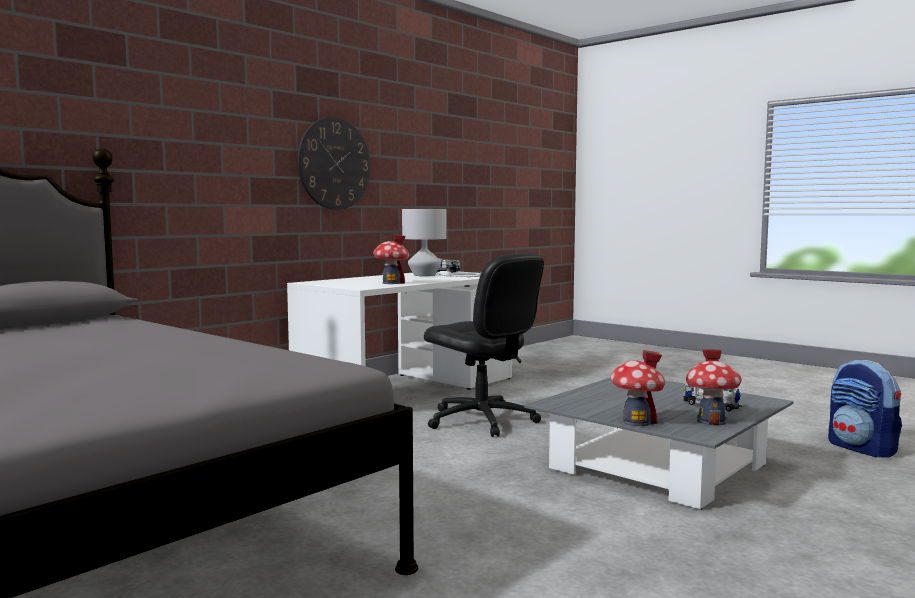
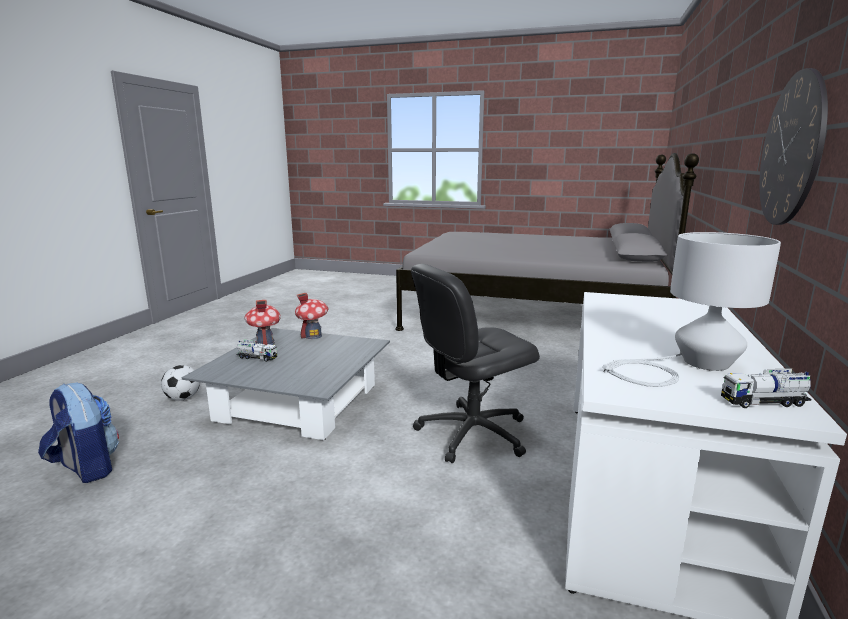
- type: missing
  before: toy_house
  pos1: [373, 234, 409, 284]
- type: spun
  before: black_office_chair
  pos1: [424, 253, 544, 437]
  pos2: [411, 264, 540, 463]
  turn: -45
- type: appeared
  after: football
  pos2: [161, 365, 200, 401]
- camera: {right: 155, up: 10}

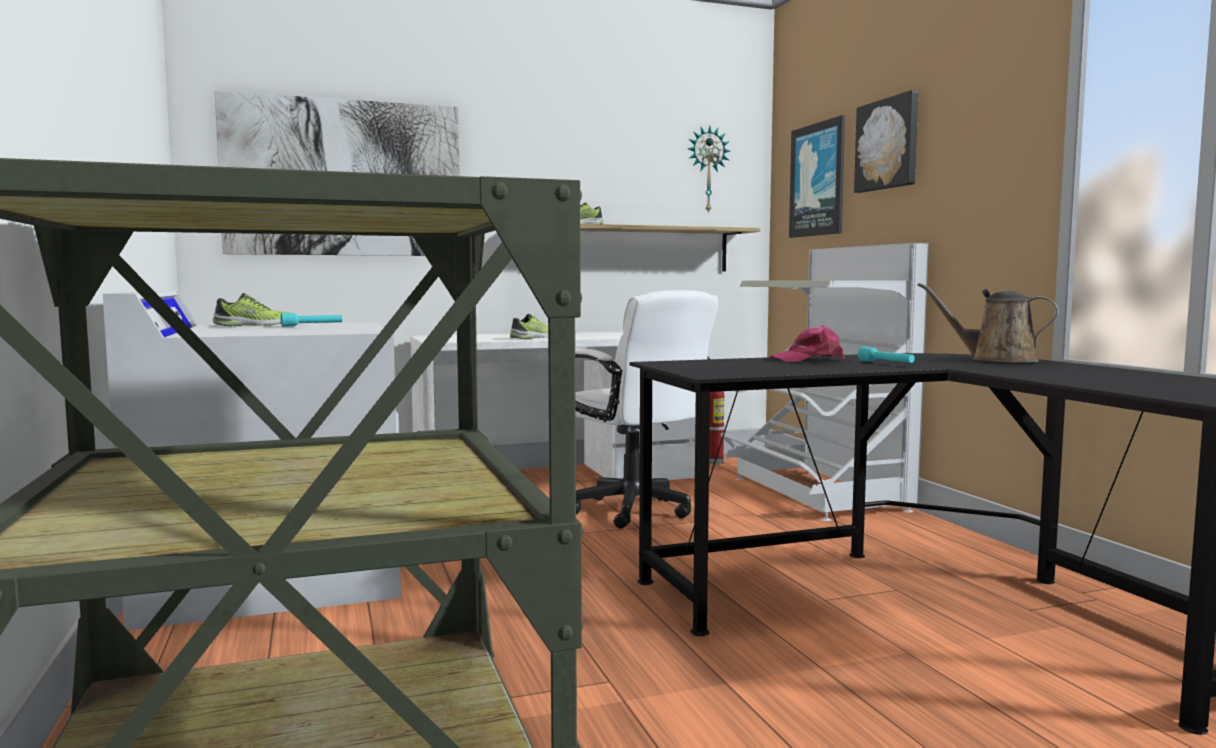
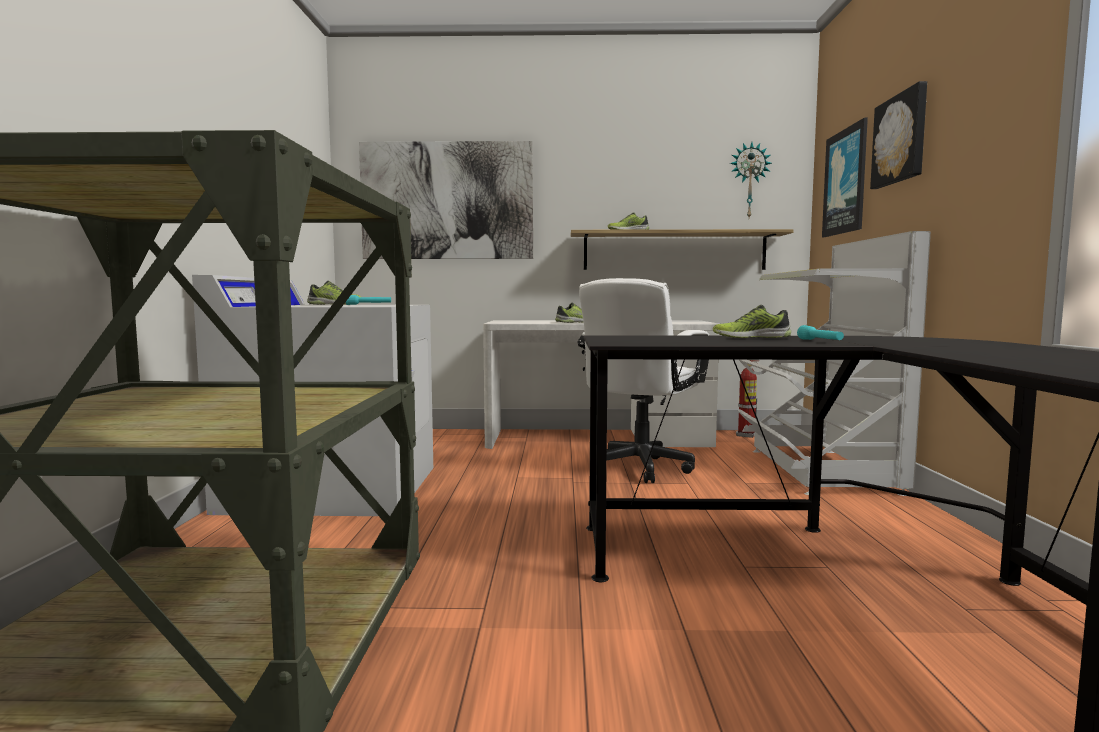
- type: missing
  before: brown_watering_can
  pos1: [918, 283, 1059, 362]
- type: spun
  before: white_office_chair
  pos1: [575, 290, 718, 528]
  pos2: [578, 278, 710, 483]
  turn: 45
- type: exchanged
  before: pink_cap
  after: shoe
  pos1: [770, 325, 844, 362]
  pos2: [713, 305, 791, 338]
- camera: {right: 20, up: 0}

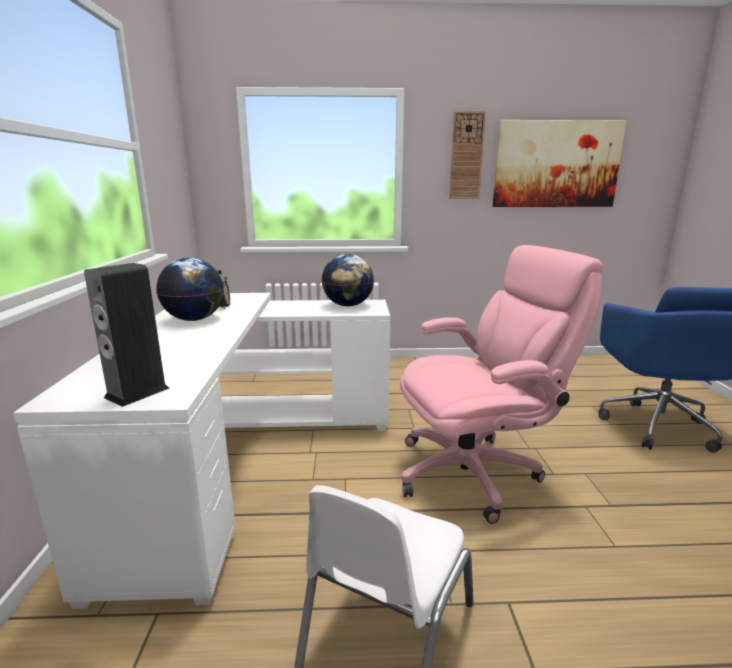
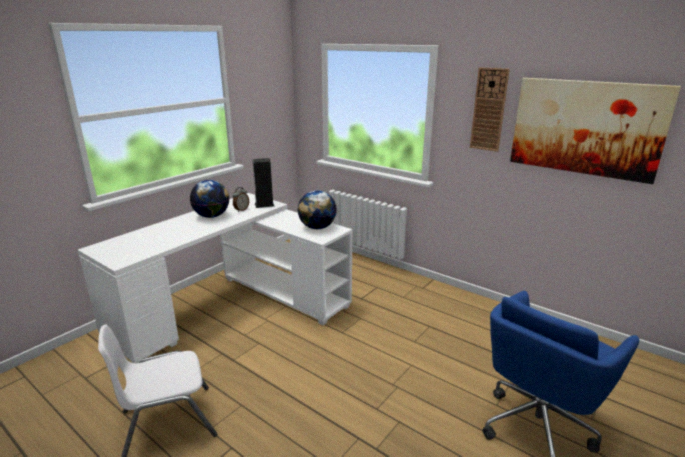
- type: missing
  before: pink_office_chair
  pos1: [400, 245, 603, 524]
- type: relocated
  before: speaker
  pos1: [84, 263, 169, 407]
  pos2: [252, 158, 274, 208]
- camera: {right: 40, up: 5}

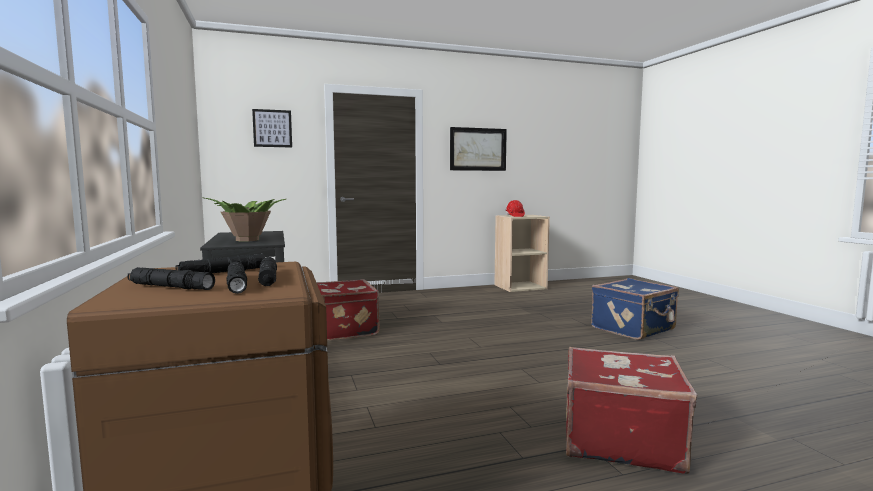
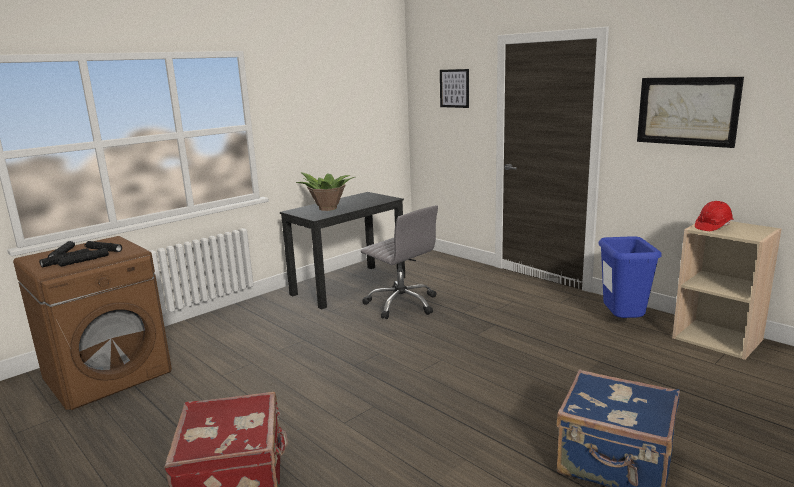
- type: exchanged
  before: red_suitcase
  after: grey_office_chair
  pos1: [316, 279, 380, 341]
  pos2: [361, 205, 438, 319]
- type: appeared
  after: blue_trash_can
  pos2: [598, 236, 662, 324]
- camera: {right: 65, up: 10}

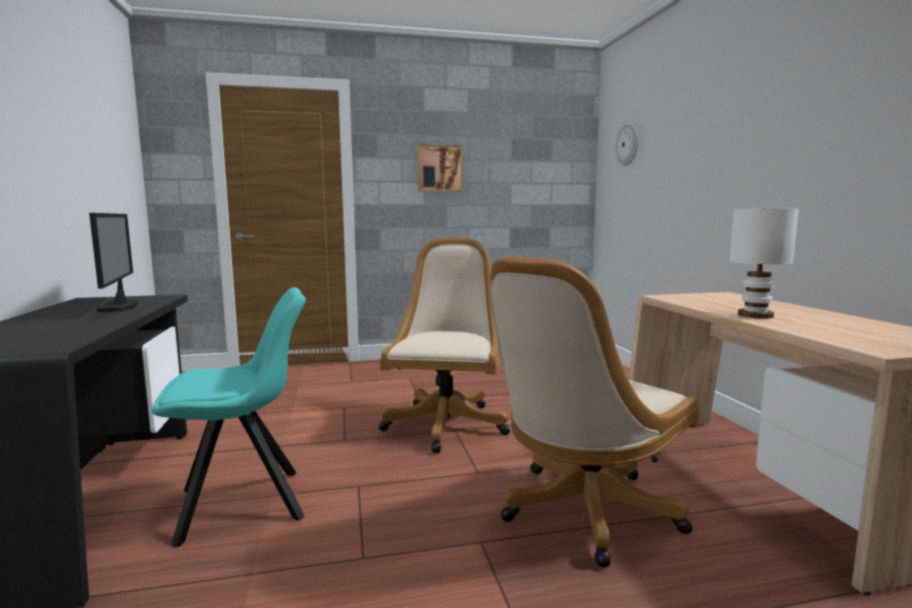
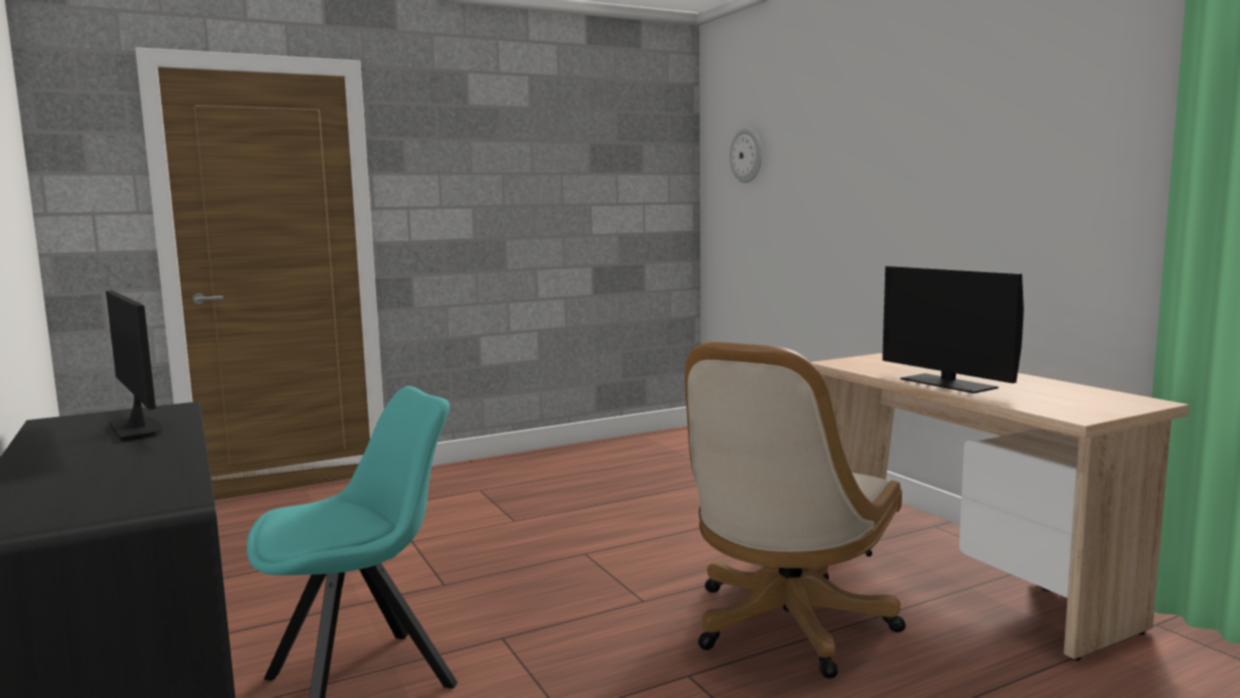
- type: missing
  before: picture
  pos1: [417, 144, 463, 192]
- type: exchanged
  before: white_table_lamp
  after: monitor
  pos1: [729, 208, 799, 319]
  pos2: [882, 266, 1024, 394]
- type: missing
  before: office_chair
  pos1: [379, 238, 510, 453]
- camera: {right: -15, up: 0}

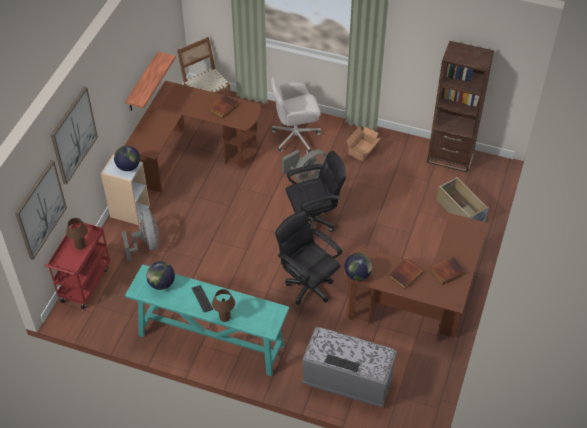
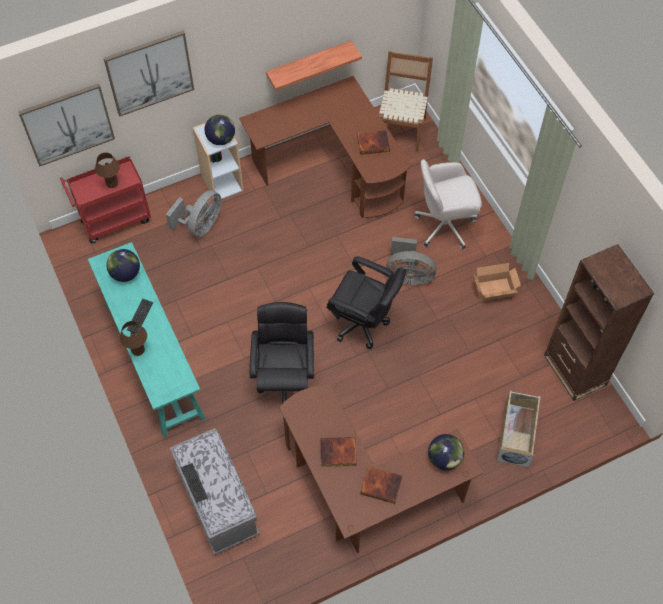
- type: spun
  before: white_office_chair
  pos1: [271, 77, 321, 153]
  pos2: [414, 159, 482, 249]
  turn: -45
- type: relocated
  before: globe
  pos1: [344, 253, 372, 281]
  pos2: [428, 434, 464, 470]
- camera: {right: 45, up: 10}

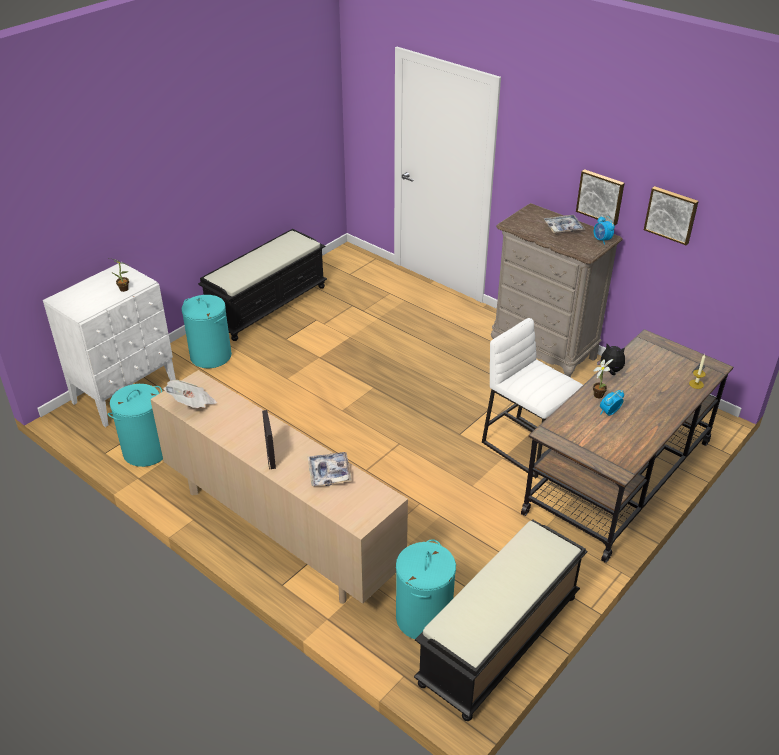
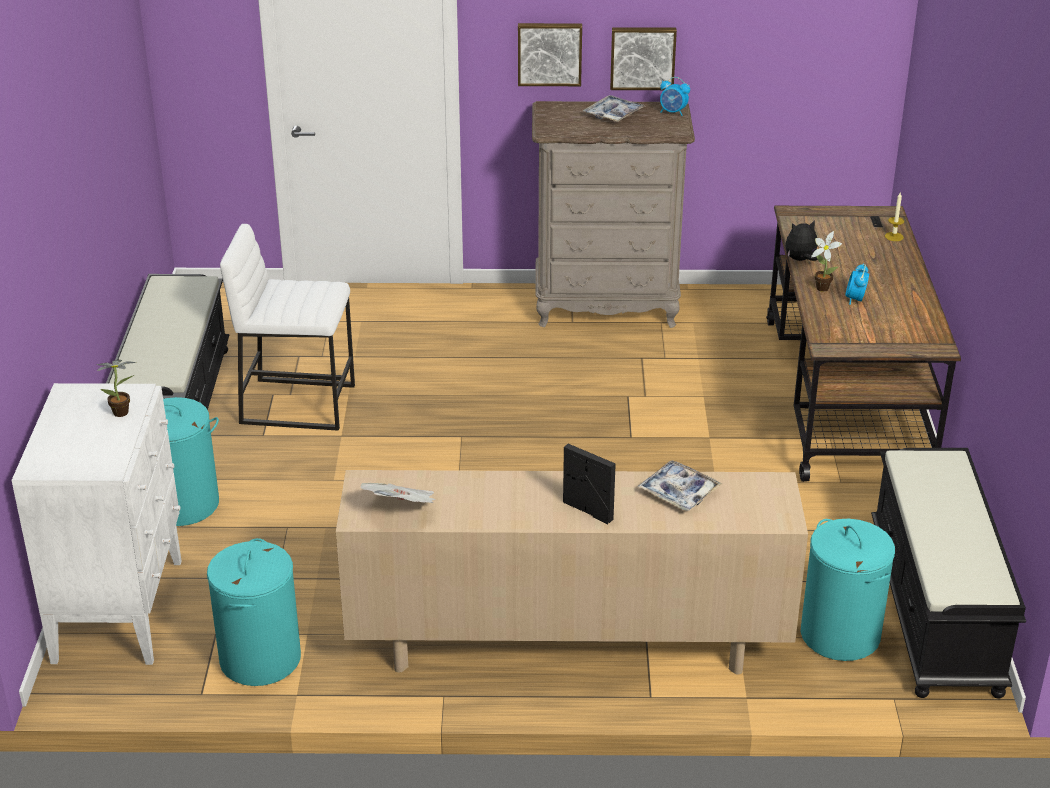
- type: relocated
  before: picture
  pos1: [644, 186, 699, 245]
  pos2: [518, 23, 582, 86]
- type: relocated
  before: white_stool
  pos1: [482, 318, 583, 478]
  pos2: [220, 224, 355, 431]
- camera: {right: -40, up: -5}

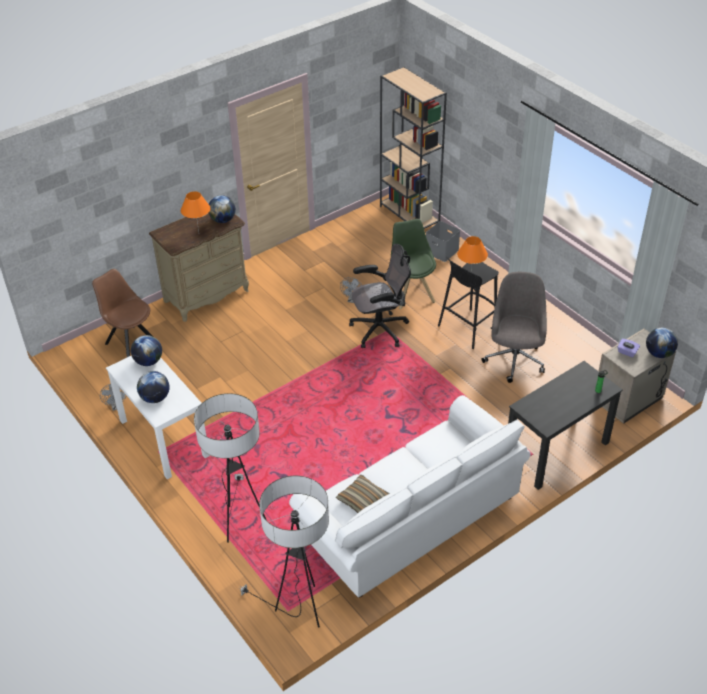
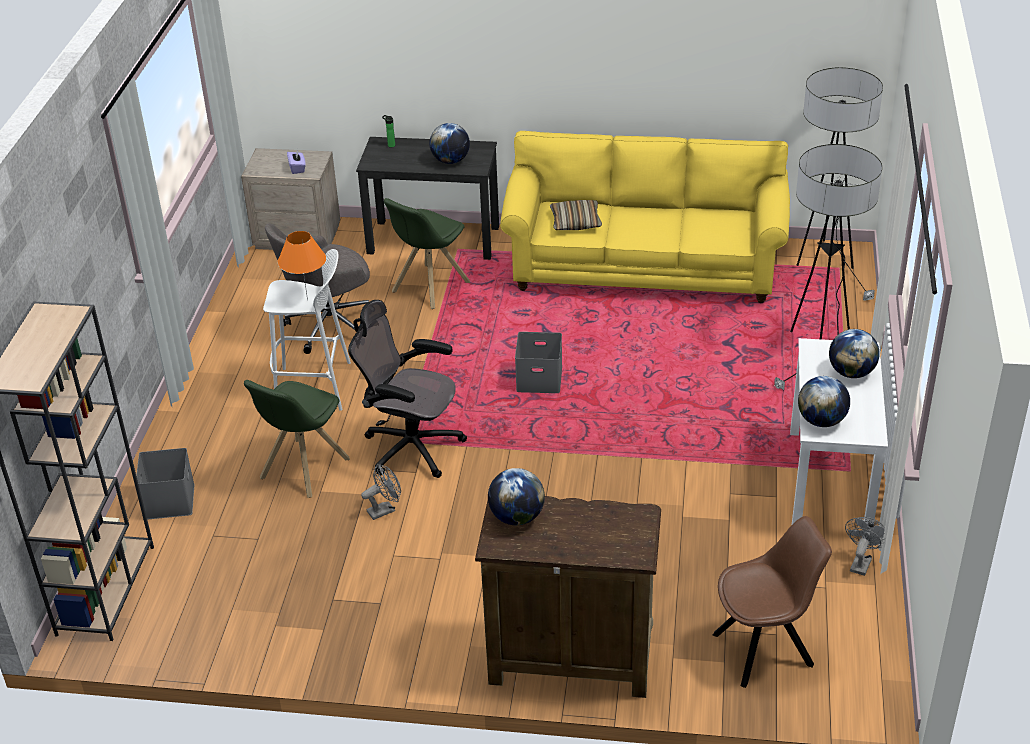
- type: missing
  before: orange_table_lamp
  pos1: [181, 191, 210, 231]
- type: colour
  before: black_stool
  after: white_stool
  pos1: [438, 257, 499, 349]
  pos2: [263, 249, 351, 411]
- type: spun
  before: brown_chair
  pos1: [92, 269, 152, 357]
  pos2: [713, 516, 832, 688]
  turn: -105
- type: relocated
  before: globe
  pos1: [646, 328, 678, 358]
  pos2: [429, 123, 470, 164]
- type: colour
  before: white_sofa
  after: yellow_sofa
  pos1: [289, 395, 531, 598]
  pos2: [500, 131, 790, 303]
- type: relocated
  before: pillow
  pos1: [336, 475, 390, 513]
  pos2: [550, 200, 602, 230]
- type: appeared
  after: green_chair
  pos2: [384, 198, 470, 309]
- type: appeared
  after: grey_storage_box
  pos2: [515, 332, 562, 393]
- camera: {right: -135, up: -5}

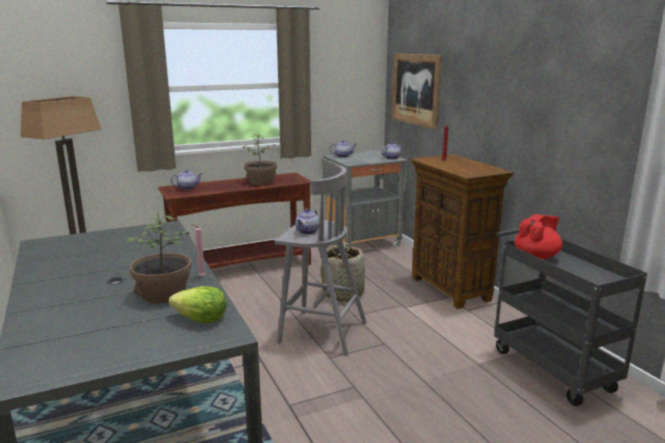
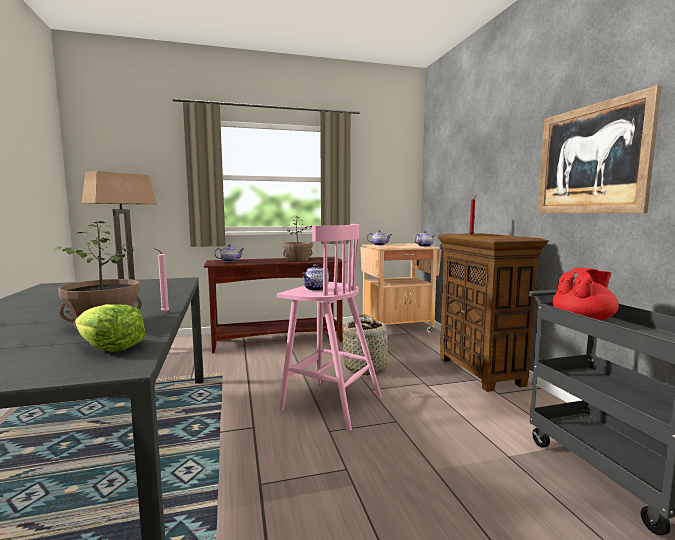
- type: relocated
  before: picture
  pos1: [392, 53, 442, 129]
  pos2: [538, 85, 662, 213]
- type: colour
  before: grey_cart
  after: brown_cart
  pos1: [322, 150, 409, 247]
  pos2: [360, 243, 441, 333]
- type: colour
  before: grey_stool
  after: pink_stool
  pos1: [275, 165, 367, 356]
  pos2: [277, 224, 382, 431]
- camera: {right: 10, up: -10}

